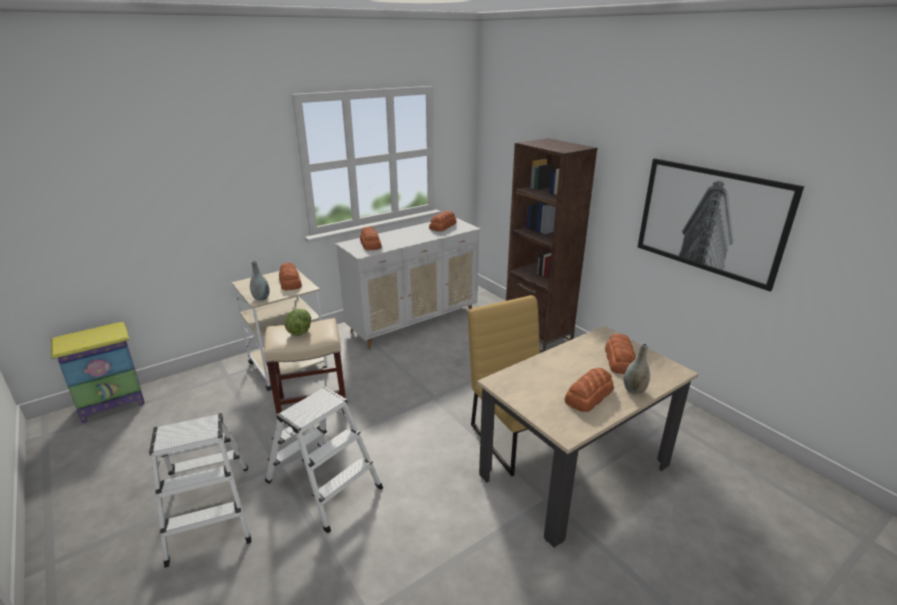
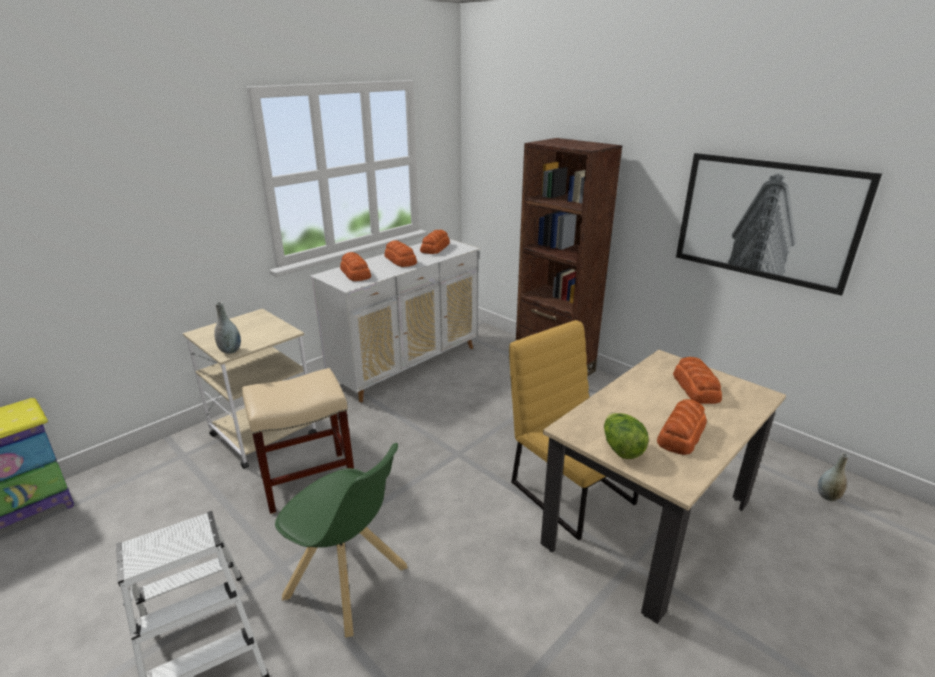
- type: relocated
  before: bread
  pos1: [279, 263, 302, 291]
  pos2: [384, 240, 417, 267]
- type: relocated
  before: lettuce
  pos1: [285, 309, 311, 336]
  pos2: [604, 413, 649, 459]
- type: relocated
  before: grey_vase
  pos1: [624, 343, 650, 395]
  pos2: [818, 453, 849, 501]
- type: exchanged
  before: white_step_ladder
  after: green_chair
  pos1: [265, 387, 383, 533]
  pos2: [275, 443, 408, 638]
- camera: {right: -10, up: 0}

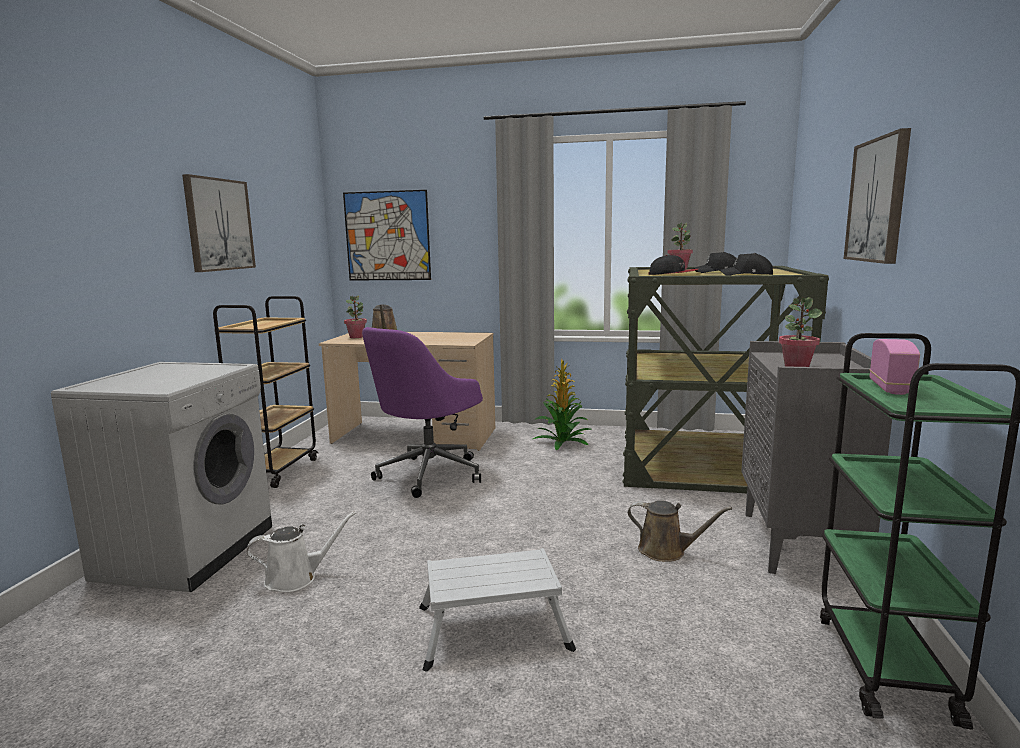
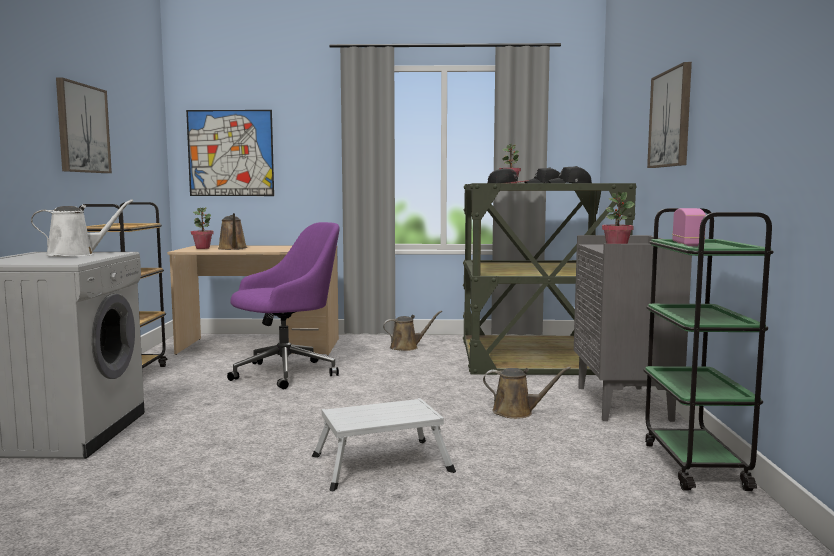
- type: spun
  before: purple_office_chair
  pos1: [362, 327, 483, 498]
  pos2: [227, 222, 339, 389]
  turn: -150
- type: exchanged
  before: potted_plant
  after: brown_watering_can
  pos1: [533, 359, 592, 450]
  pos2: [383, 311, 442, 351]
- type: relocated
  before: white_watering_can
  pos1: [247, 511, 356, 592]
  pos2: [31, 199, 133, 257]
- camera: {right: -10, up: -5}

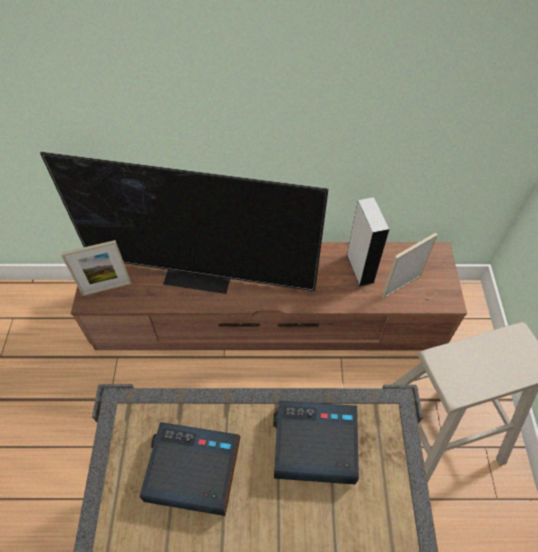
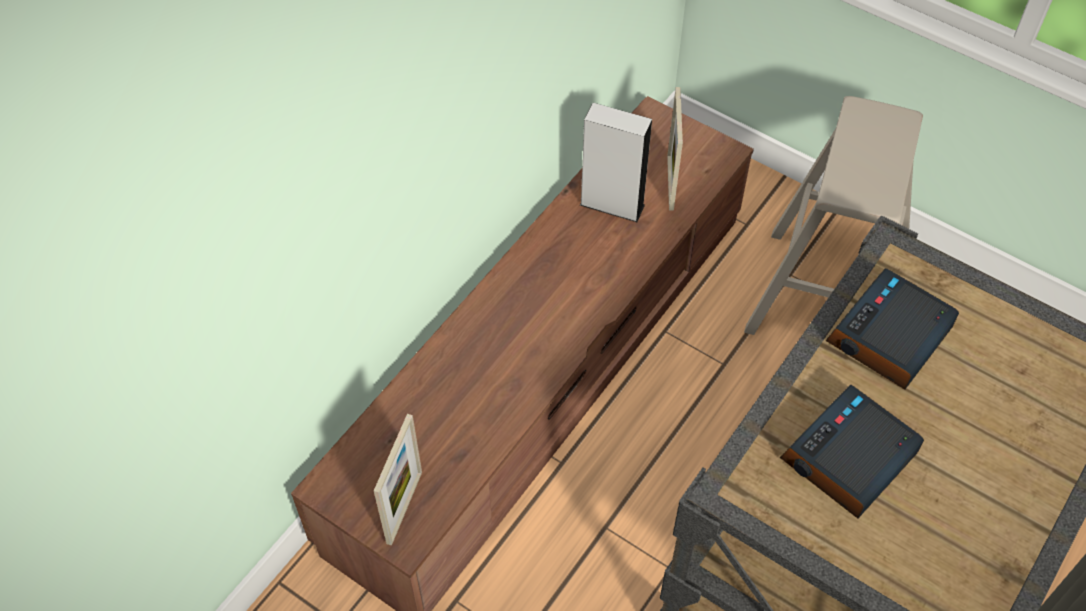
- type: missing
  before: television
  pos1: [40, 152, 328, 294]
- camera: {right: -55, up: 0}

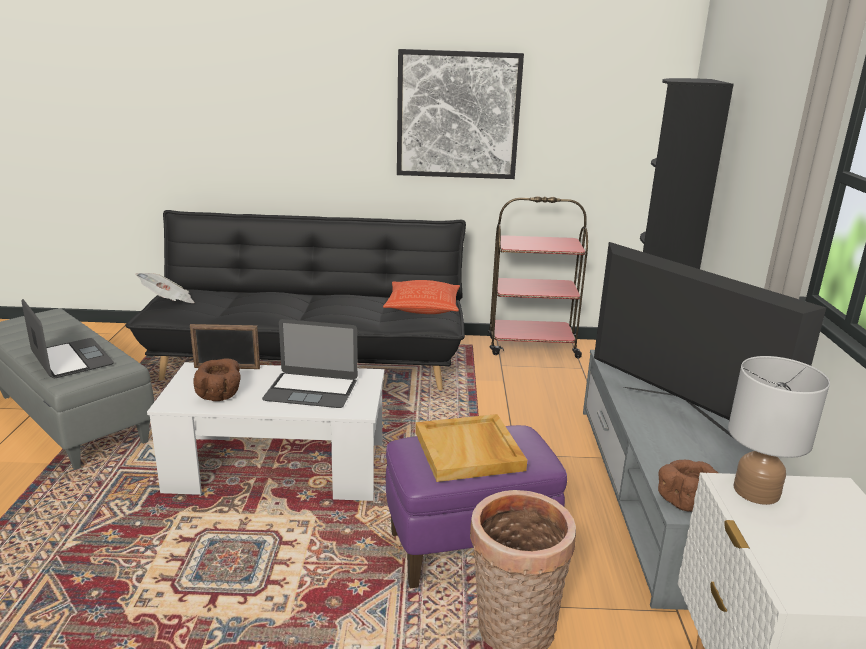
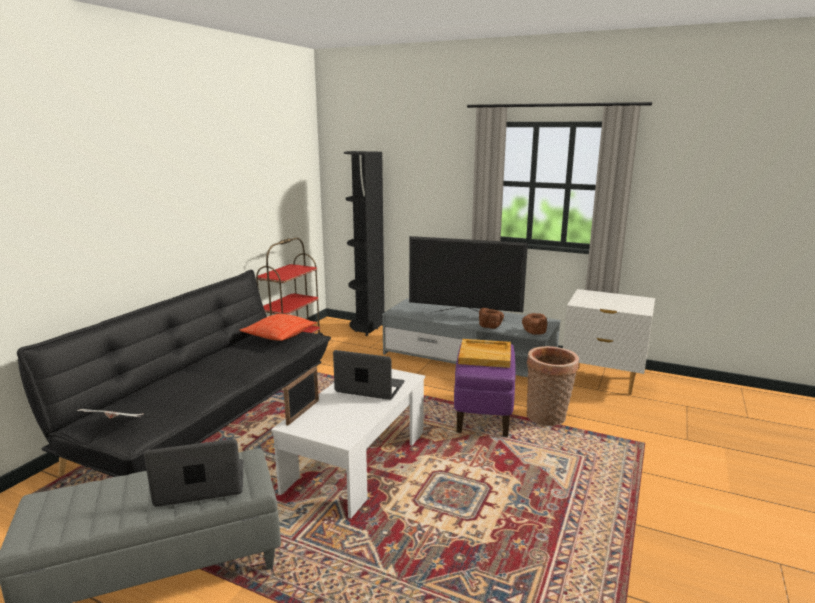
- type: missing
  before: picture
  pos1: [397, 49, 524, 179]
- type: spun
  before: television
  pos1: [594, 242, 826, 438]
  pos2: [409, 236, 528, 313]
  turn: -150
- type: spun
  before: laptop
  pos1: [262, 319, 358, 408]
  pos2: [333, 350, 405, 400]
  turn: -105
- type: missing
  before: grey_table_lamp
  pos1: [728, 356, 830, 505]
- type: relocated
  before: brown_bowl
  pos1: [194, 358, 241, 401]
  pos2: [479, 308, 504, 329]
- camera: {right: -65, up: -5}

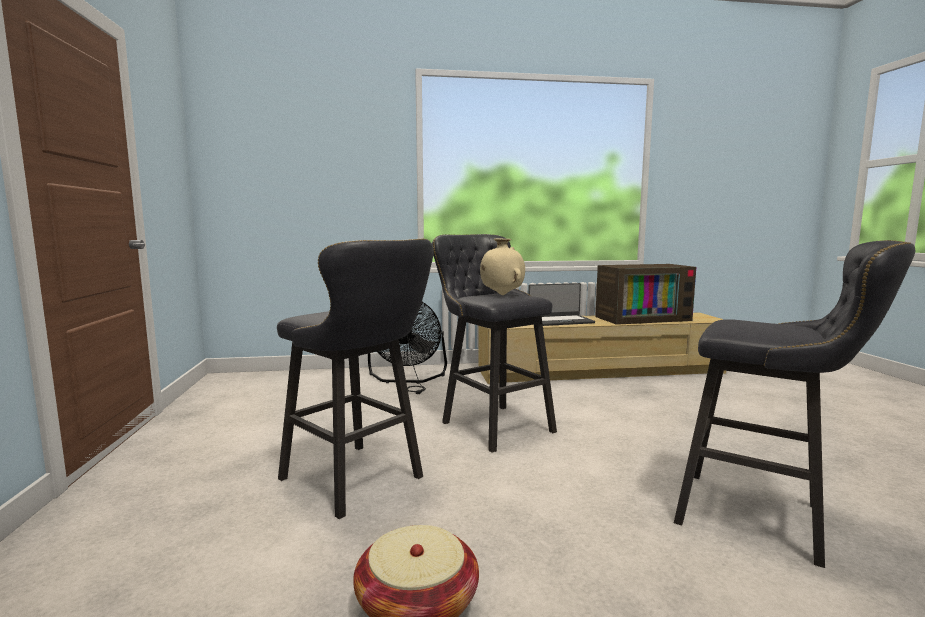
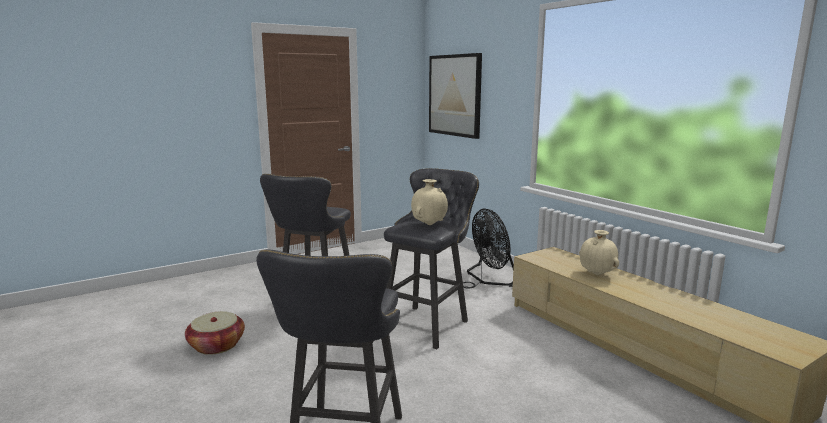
- type: missing
  before: television
  pos1: [595, 264, 696, 325]
- type: exchanged
  before: laptop
  after: beige_vase
  pos1: [528, 283, 595, 326]
  pos2: [579, 230, 619, 275]
- type: appeared
  after: picture
  pos2: [429, 53, 482, 139]
- camera: {right: 65, up: 5}

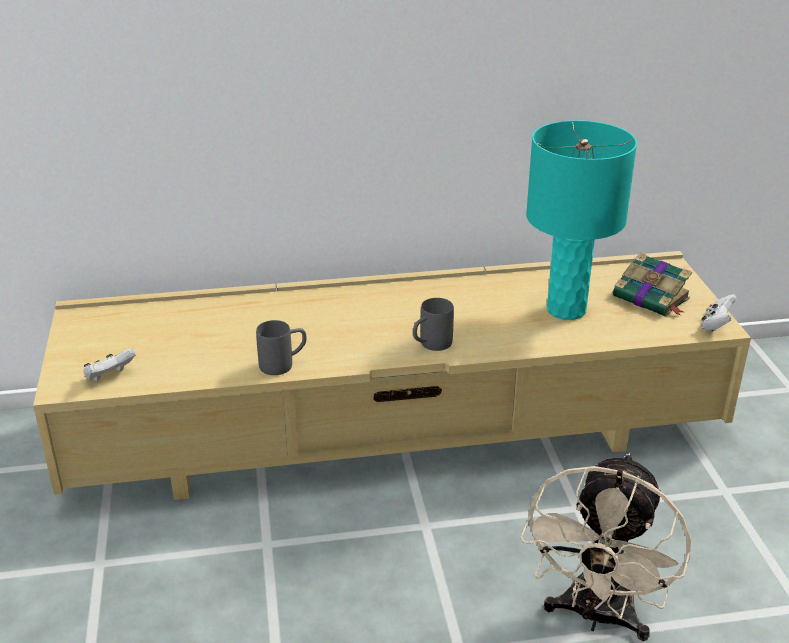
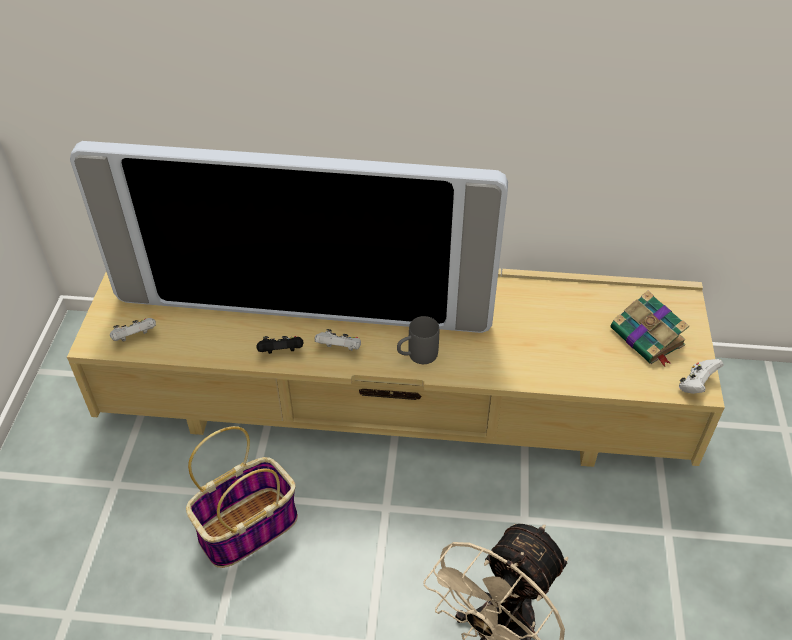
- type: missing
  before: turquoise_table_lamp
  pos1: [526, 120, 637, 320]
- type: exchanged
  before: grey_mug
  after: black_game_controller
  pos1: [256, 320, 307, 375]
  pos2: [256, 336, 304, 354]
- type: appeared
  after: television
  pos2: [70, 141, 508, 333]
- type: appeared
  after: white_game_controller
  pos2: [315, 329, 361, 351]
- type: appeared
  after: basket
  pos2: [186, 426, 298, 568]
- camera: {right: 15, up: 15}

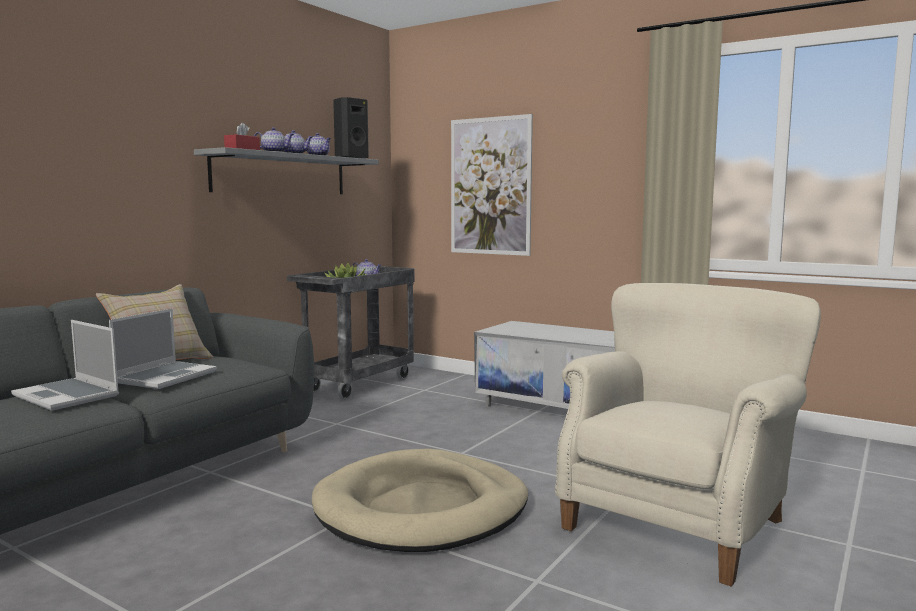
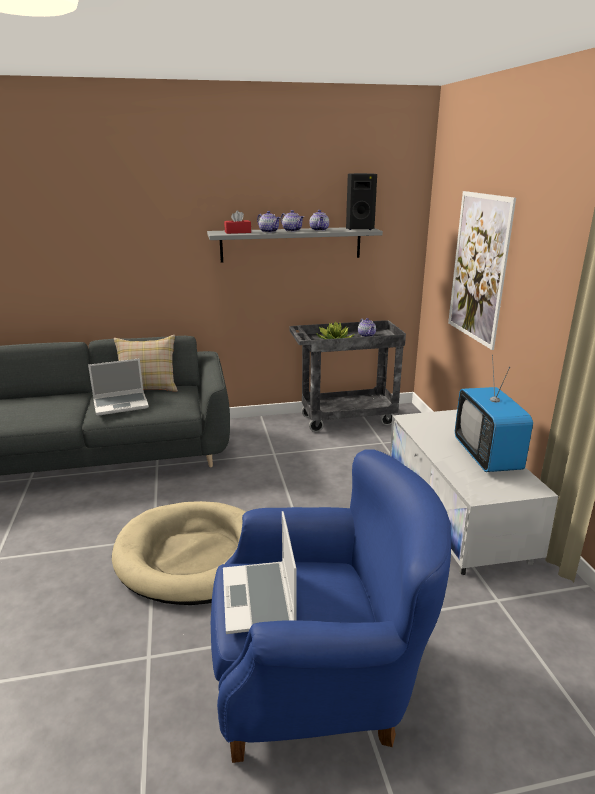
- type: colour
  before: beige_armchair
  after: blue_armchair
  pos1: [555, 283, 821, 587]
  pos2: [211, 449, 451, 763]
- type: relocated
  before: laptop
  pos1: [11, 320, 119, 411]
  pos2: [223, 511, 296, 634]
- type: appeared
  after: television
  pos2: [455, 355, 533, 472]
- camera: {right: 45, up: 15}

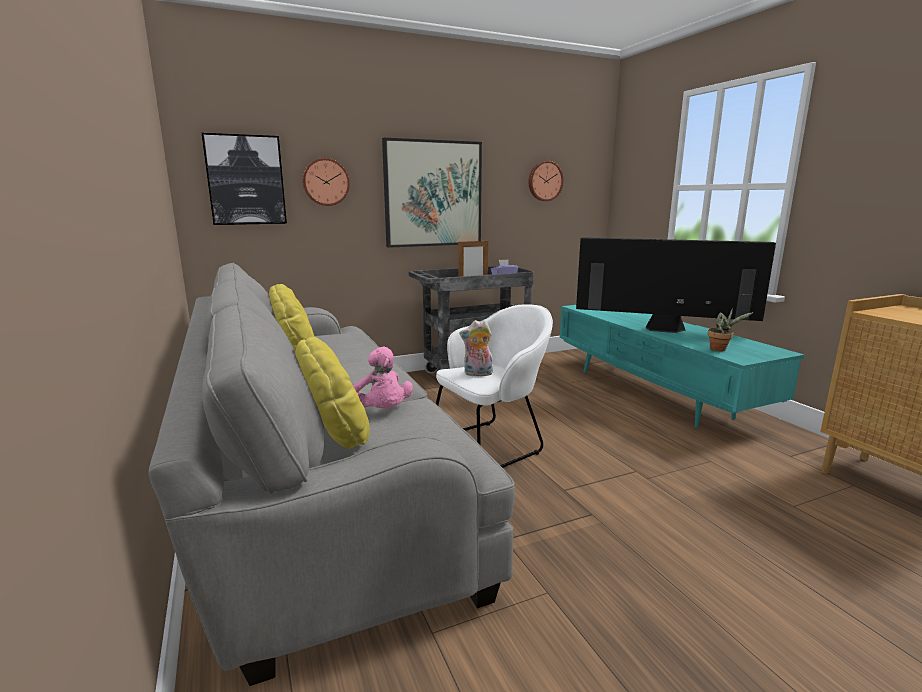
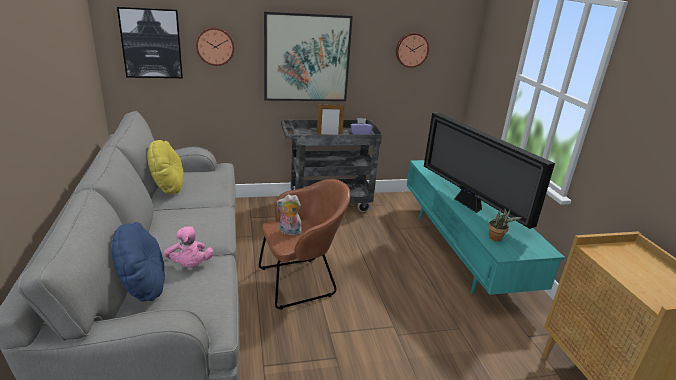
- type: spun
  before: television
  pos1: [576, 237, 776, 333]
  pos2: [424, 112, 555, 229]
  turn: -150
- type: colour
  before: white_armchair
  after: brown_armchair
  pos1: [436, 304, 553, 468]
  pos2: [259, 179, 350, 310]
- type: colour
  before: yellow_pillow
  after: blue_pillow
  pos1: [295, 337, 370, 449]
  pos2: [111, 222, 165, 301]
- camera: {right: 10, up: 10}

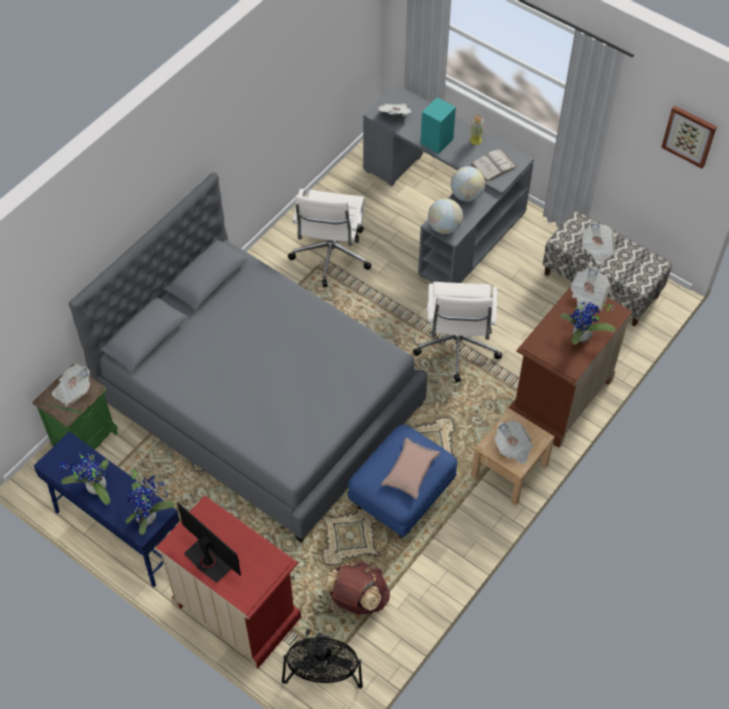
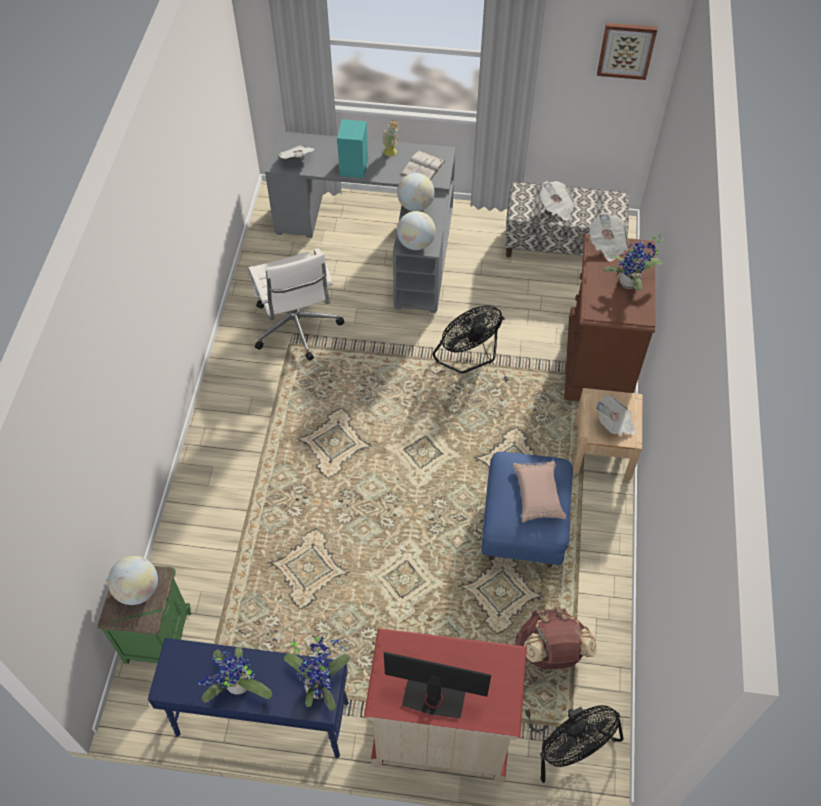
- type: missing
  before: grey_bed
  pos1: [69, 172, 428, 542]
- type: exchanged
  before: white_office_chair
  after: black_fan
  pos1: [413, 282, 502, 382]
  pos2: [433, 305, 509, 382]
- type: exchanged
  before: newspaper
  after: globe
  pos1: [52, 364, 90, 406]
  pos2: [108, 556, 158, 605]
- camera: {right: -30, up: 0}

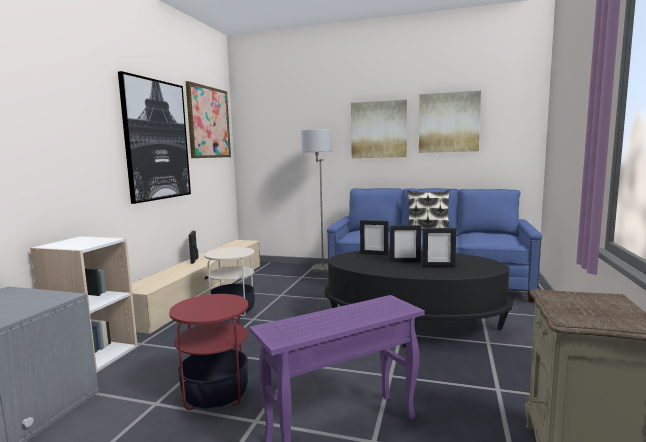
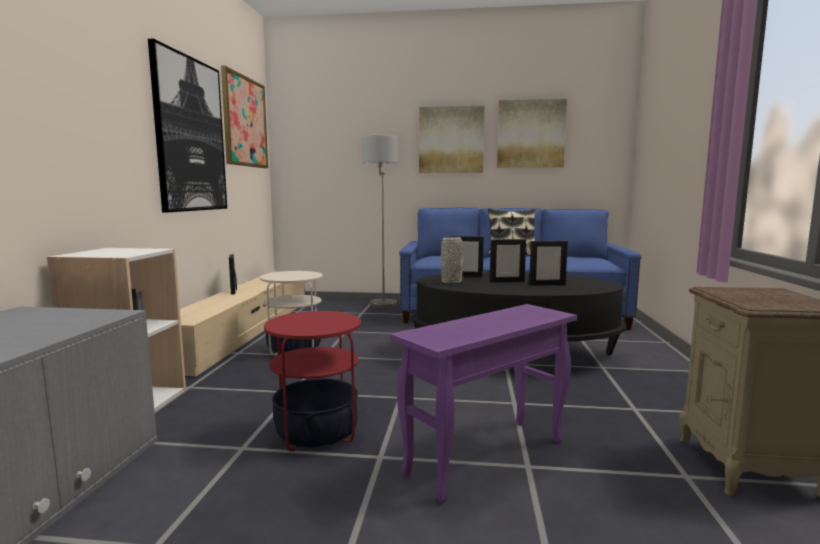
- type: appeared
  after: grey_vase
  pos2: [441, 237, 463, 283]
- camera: {right: -10, up: 0}

